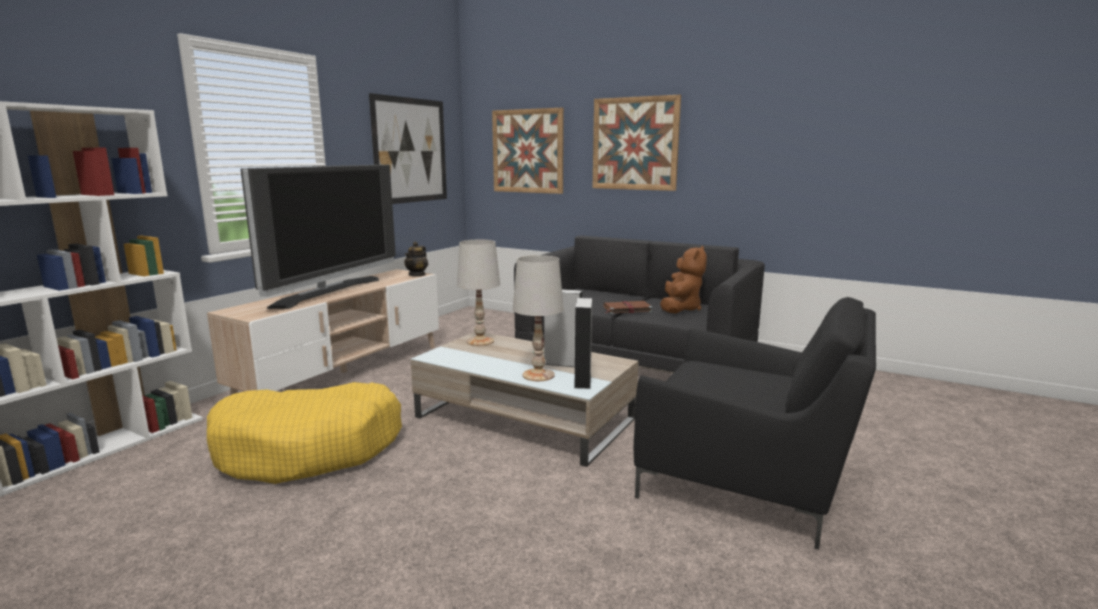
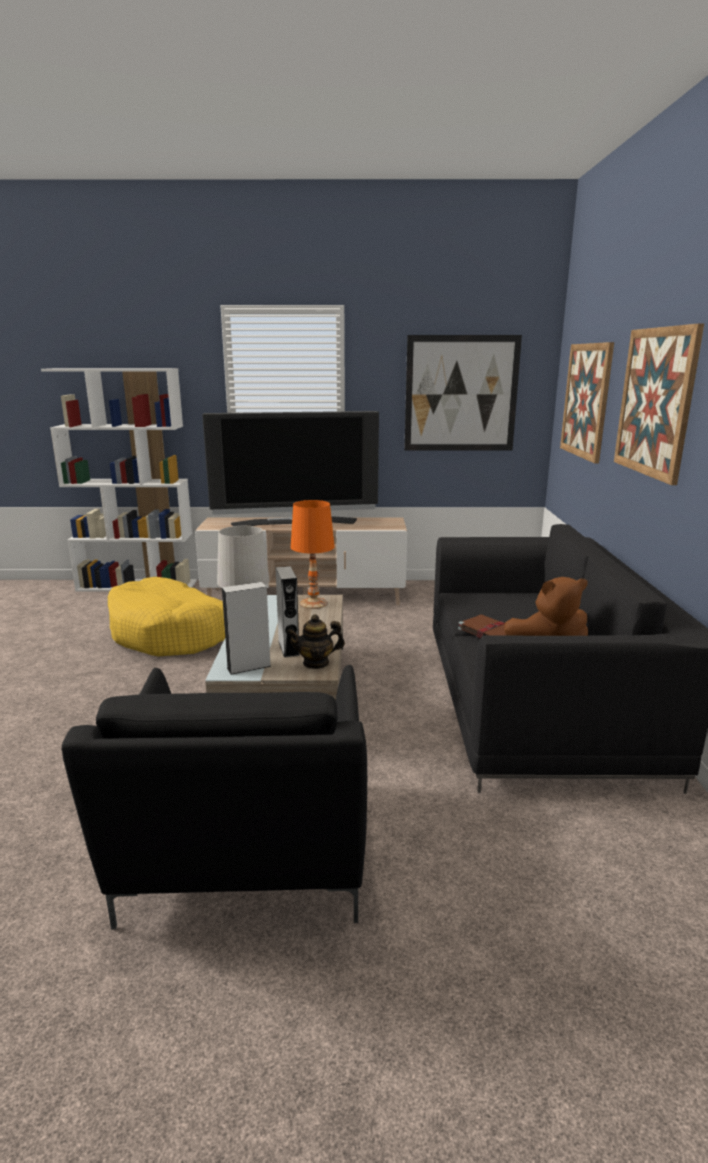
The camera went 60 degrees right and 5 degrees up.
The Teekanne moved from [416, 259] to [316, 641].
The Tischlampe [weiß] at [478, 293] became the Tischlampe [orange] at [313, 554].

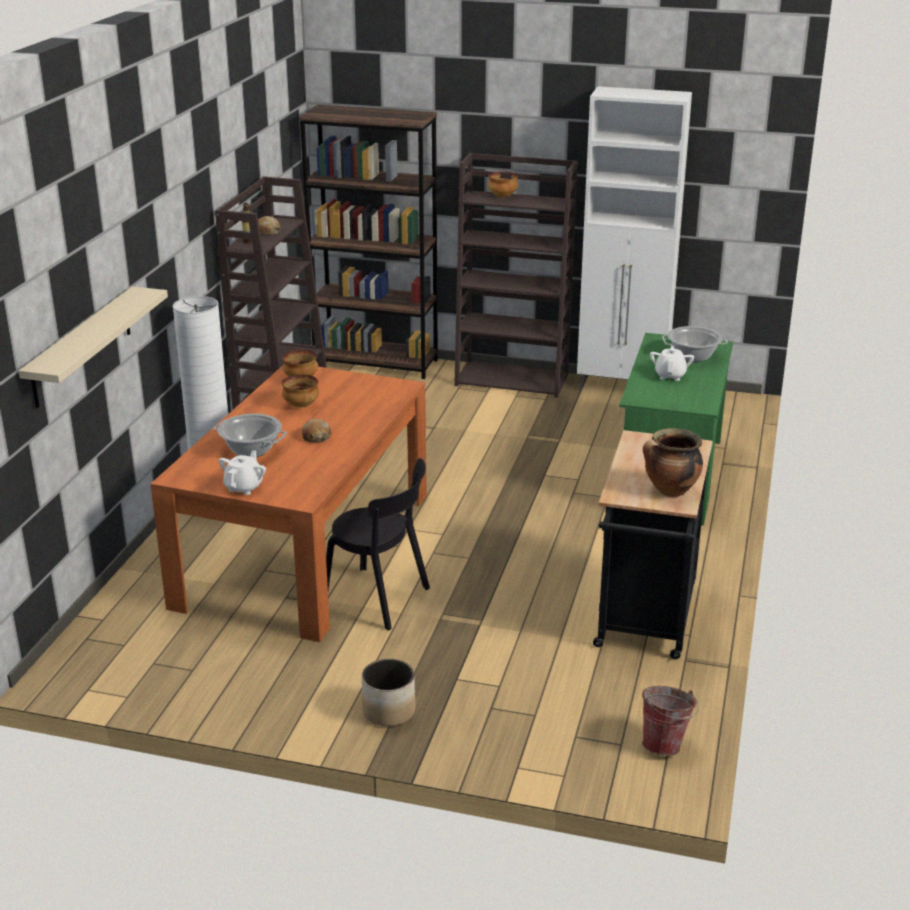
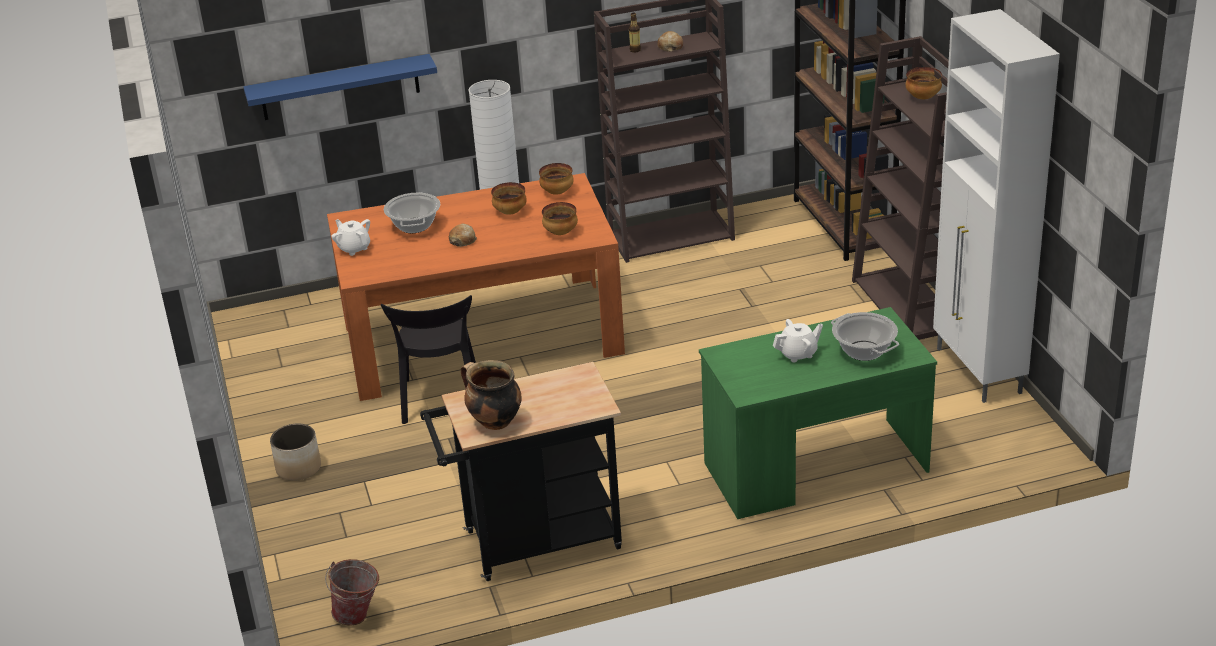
The camera went 60 degrees right and 5 degrees up.
The Wandregal [beige] at [93, 347] became the Wandregal [blau] at [340, 87].
The Teekanne [weiß] at [242, 472] turned 120 degrees counterclockwise.
The Schüssel at [560, 218] appeared.

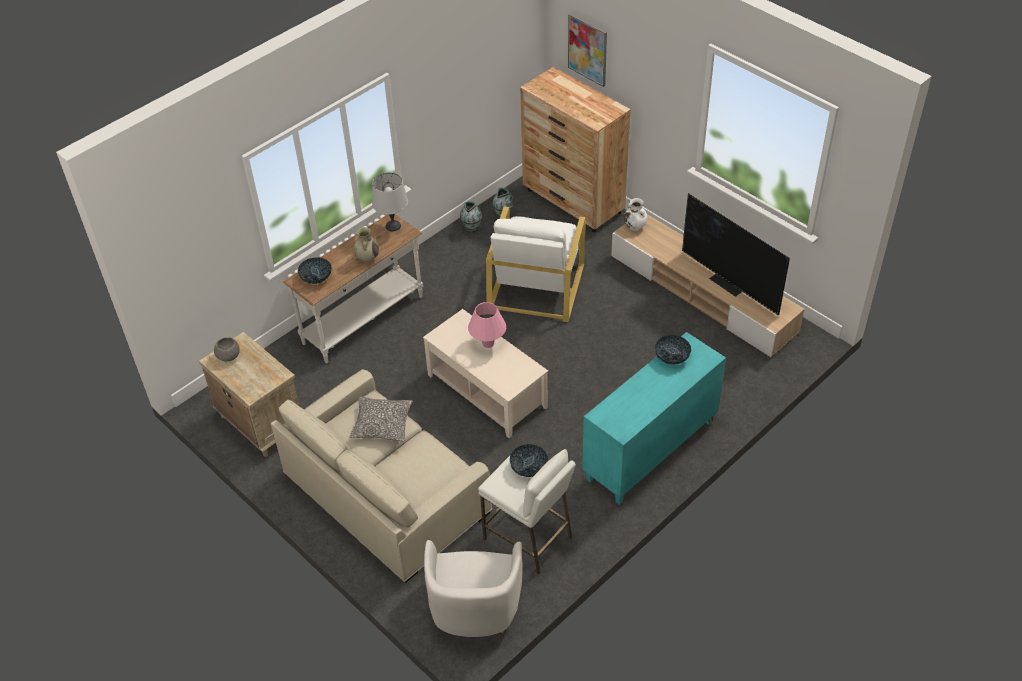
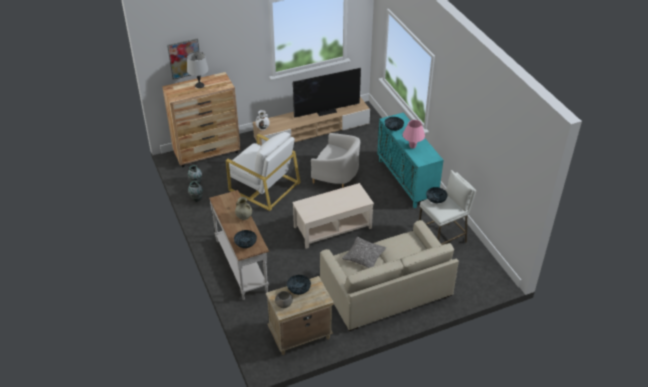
The camera went 70 degrees left and 5 degrees down.
The Tischlampe [grau] moved from [390, 201] to [198, 69].
The Sessel [weiß] moved from [473, 588] to [335, 160].
The Tischlampe [rosa] moved from [487, 325] to [414, 134].
The Schüssel at [299, 285] appeared.

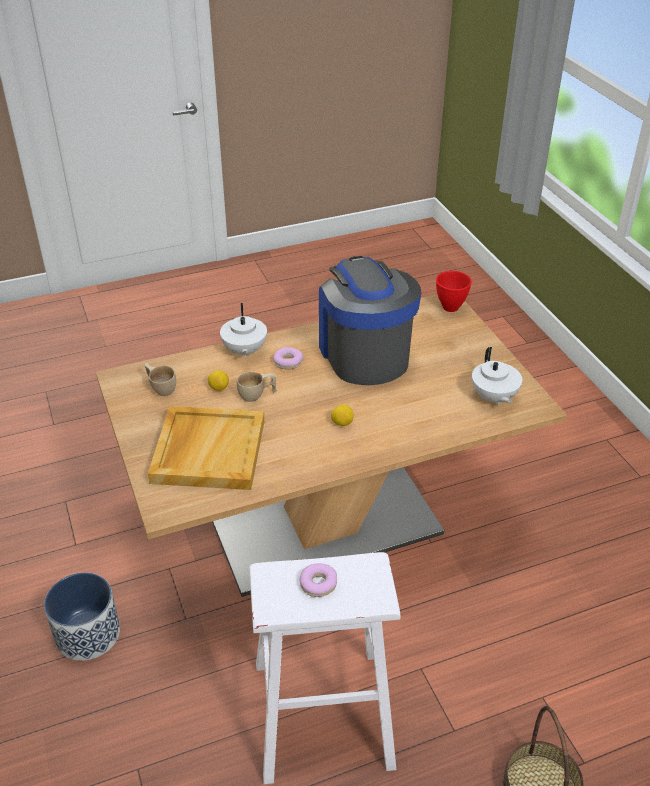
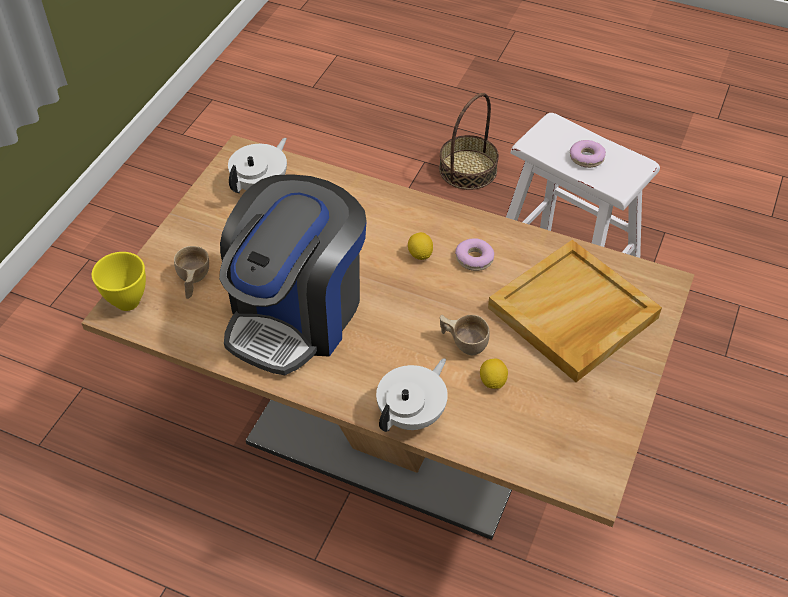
The camera went 135 degrees left and 10 degrees up.
The Pflanzkübel at [82, 616] disappeared.
The Tasse [beige] moved from [160, 379] to [191, 272].
The Donut moved from [288, 358] to [474, 254].
The Schüssel [rot] at [454, 291] became the Schüssel [gelb] at [119, 281].

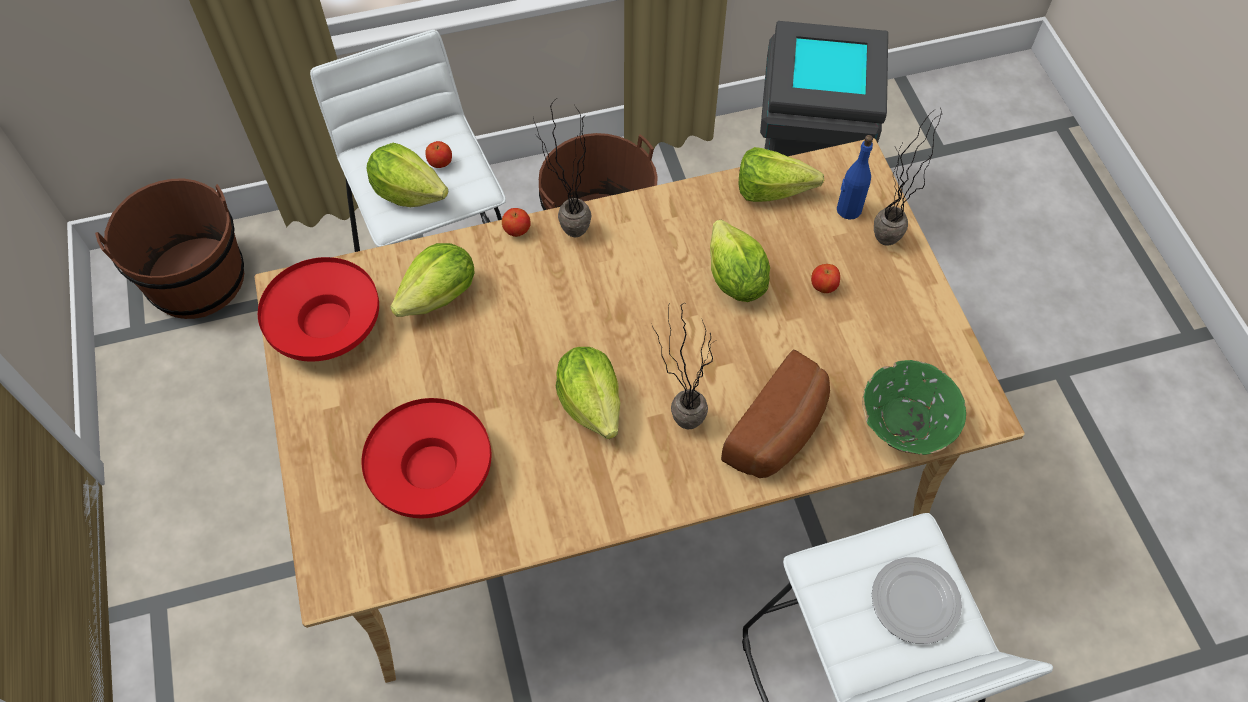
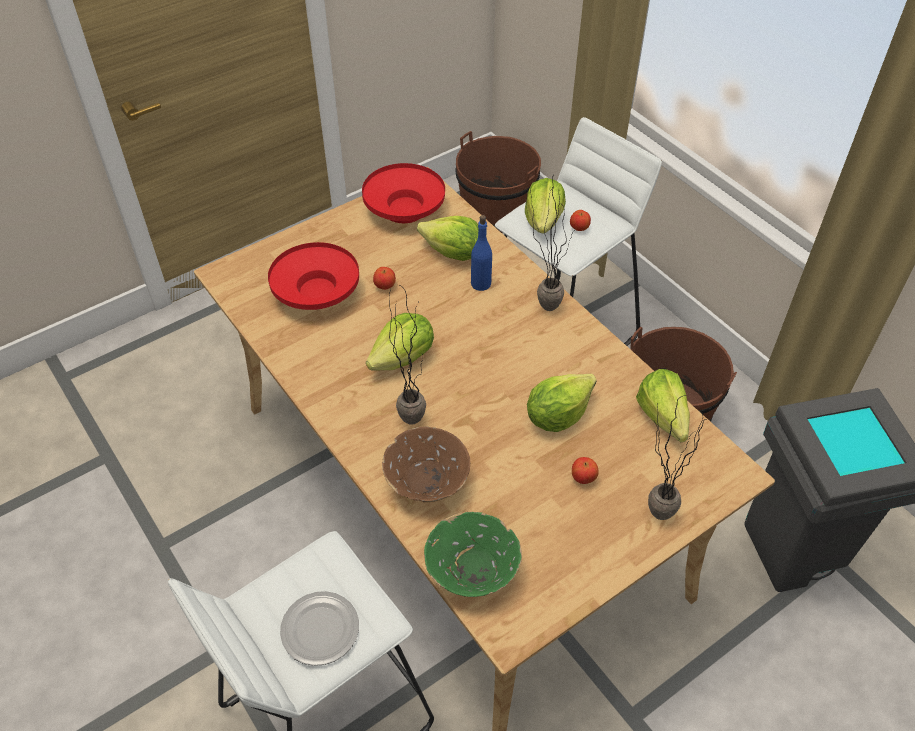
The camera went 70 degrees right and 10 degrees down.
The Apfel moved from [516, 222] to [384, 278].
The Brot at [775, 414] was replaced by the Schüssel [braun] at [426, 464].
The Flasche [blau] moved from [855, 177] to [481, 253].

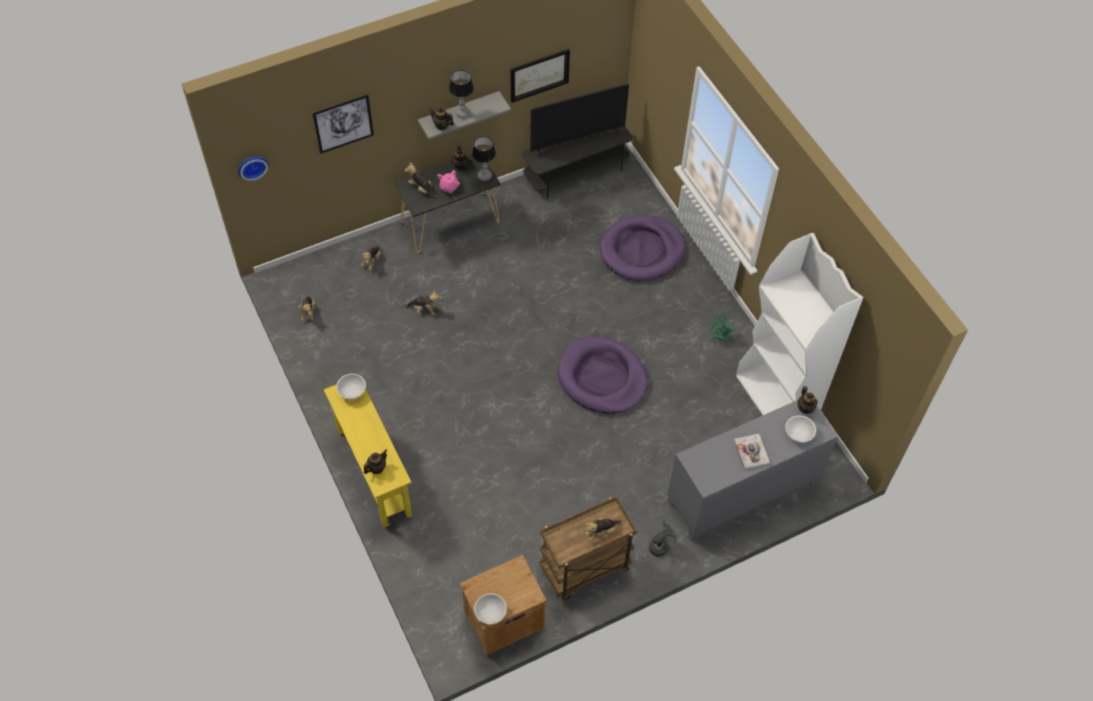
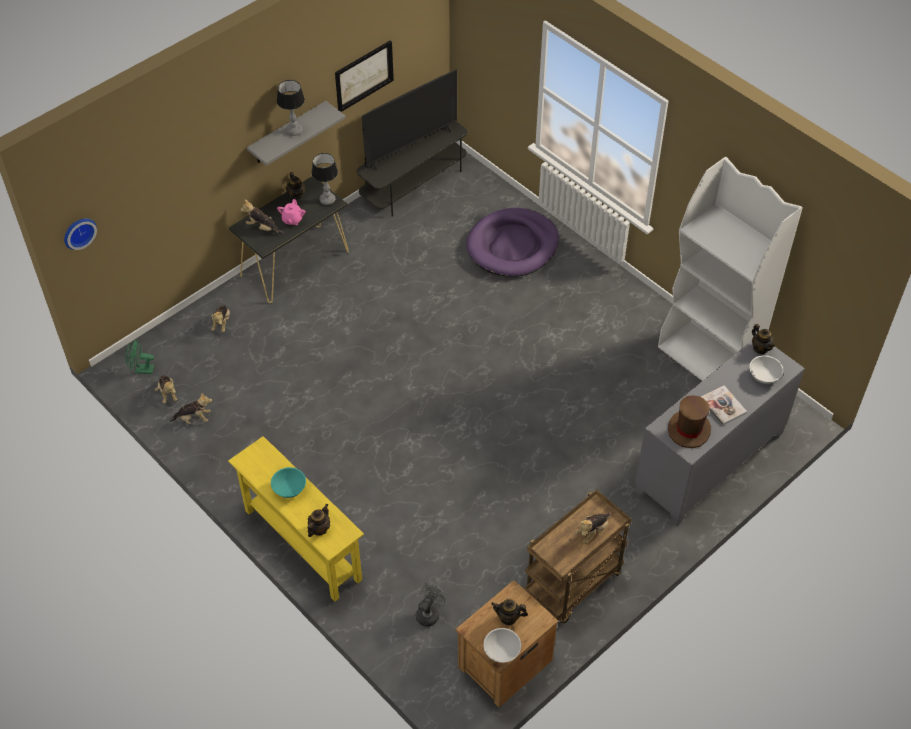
The camera went 15 degrees left and 5 degrees down.
The Bild at [343, 124] disappeared.
The Schüssel [weiß] at [351, 387] disappeared.
The Plüschtier moved from [423, 302] to [191, 408].
The Teekanne moved from [441, 118] to [509, 612].
The Hundebett [lila] at [603, 375] disappeared.
The Ventilator [grau] moved from [663, 539] to [431, 604].
The Ventilator [grün] moved from [722, 326] to [139, 357].
The Schüssel [türkis] at [288, 482] appeared.
The Hut [braun] at [689, 421] appeared.

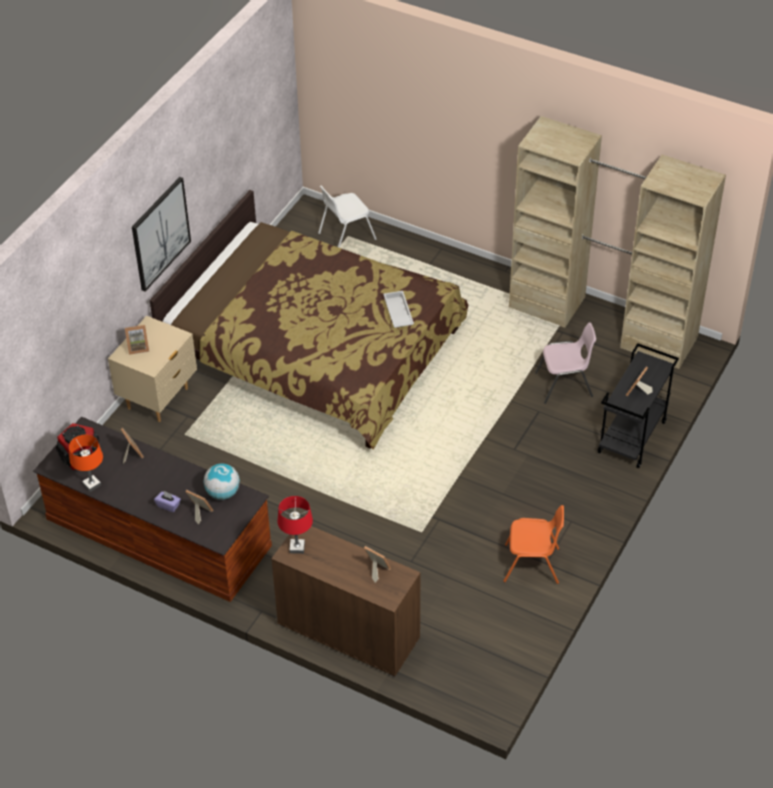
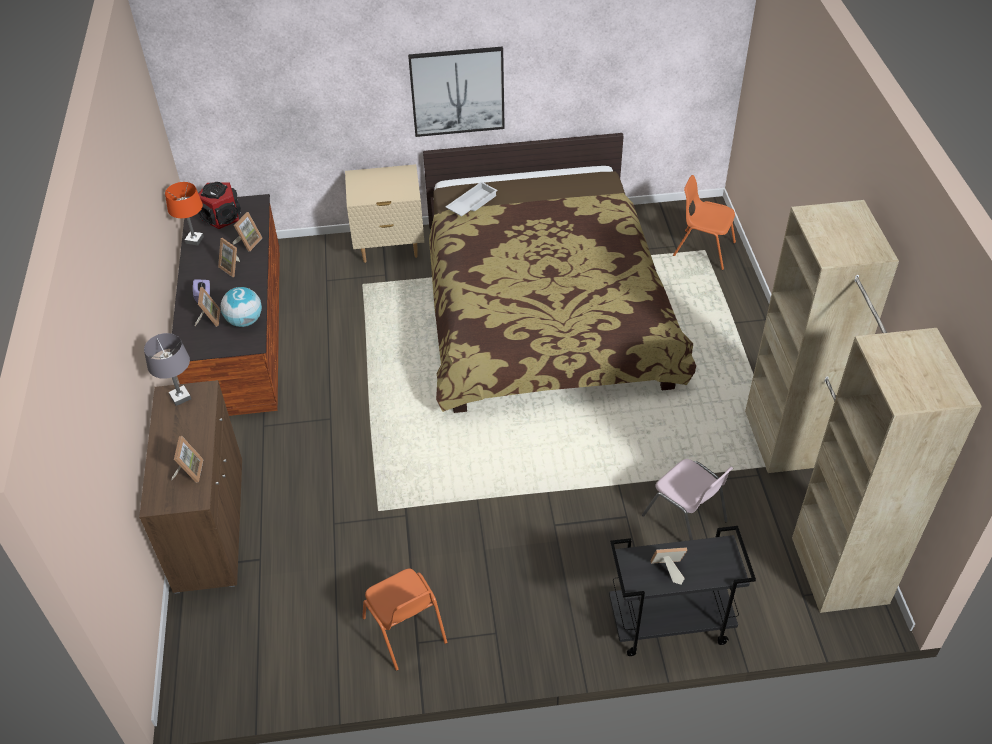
The camera went 55 degrees right and 0 degrees up.
The Bilderrahmen moved from [137, 340] to [229, 257].
The Tischlampe [rot] at [295, 525] became the Tischlampe [grau] at [167, 369].
The Stuhl [weiß] at [347, 217] became the Stuhl [orange] at [704, 222].
The Tablett [weiß] moved from [398, 309] to [472, 199].

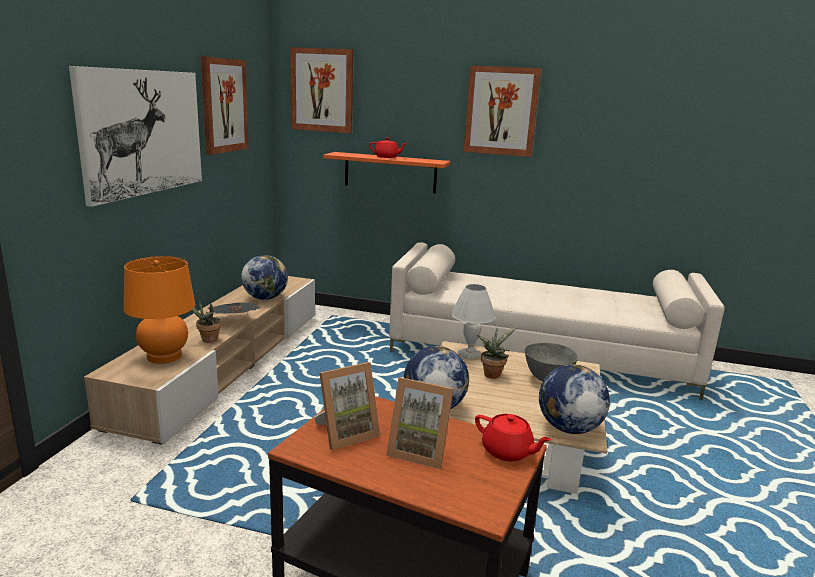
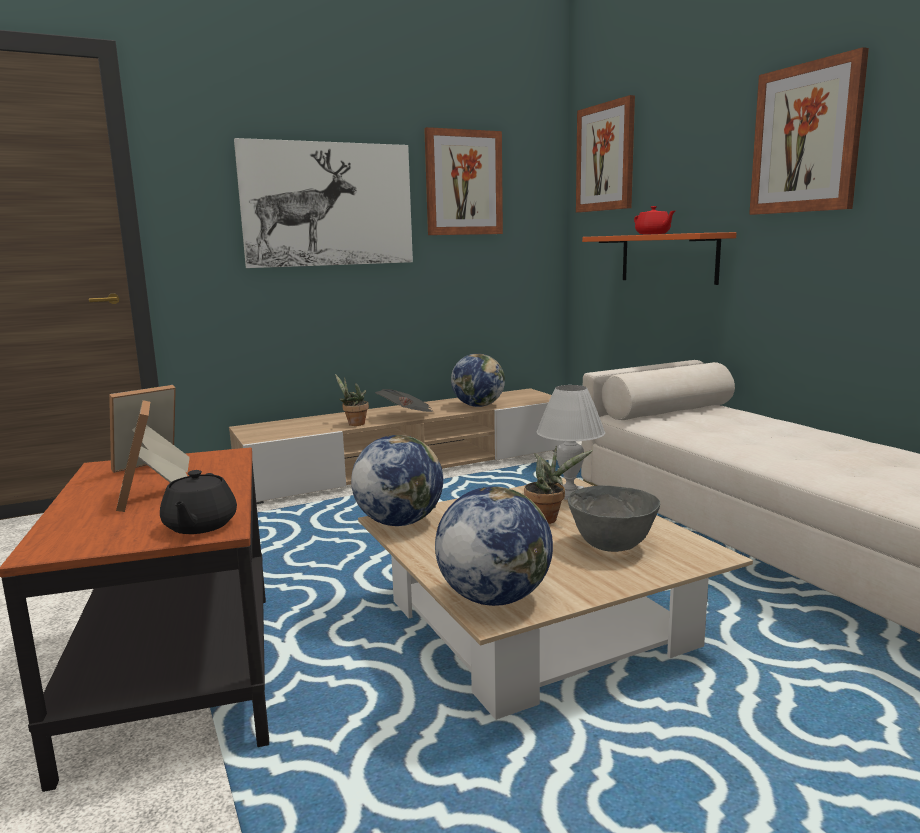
The camera went 50 degrees right and 5 degrees down.
The Tischlampe [orange] at [159, 310] disappeared.
The Bilderrahmen at [347, 406] turned 120 degrees clockwise.
The Teekanne [rot] at [513, 438] became the Teekanne [schwarz] at [198, 502].

